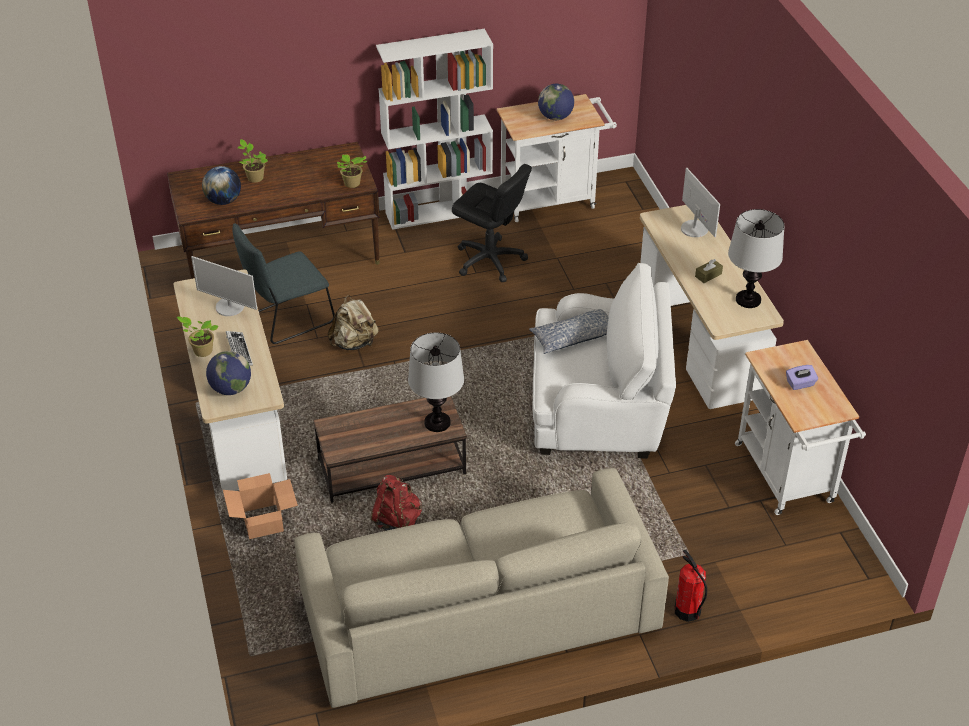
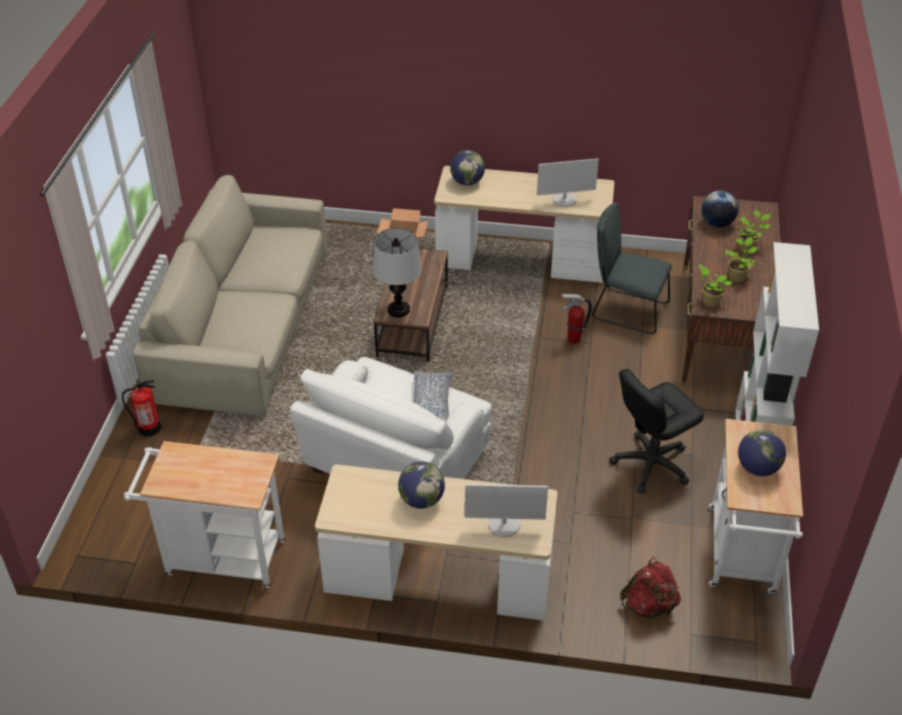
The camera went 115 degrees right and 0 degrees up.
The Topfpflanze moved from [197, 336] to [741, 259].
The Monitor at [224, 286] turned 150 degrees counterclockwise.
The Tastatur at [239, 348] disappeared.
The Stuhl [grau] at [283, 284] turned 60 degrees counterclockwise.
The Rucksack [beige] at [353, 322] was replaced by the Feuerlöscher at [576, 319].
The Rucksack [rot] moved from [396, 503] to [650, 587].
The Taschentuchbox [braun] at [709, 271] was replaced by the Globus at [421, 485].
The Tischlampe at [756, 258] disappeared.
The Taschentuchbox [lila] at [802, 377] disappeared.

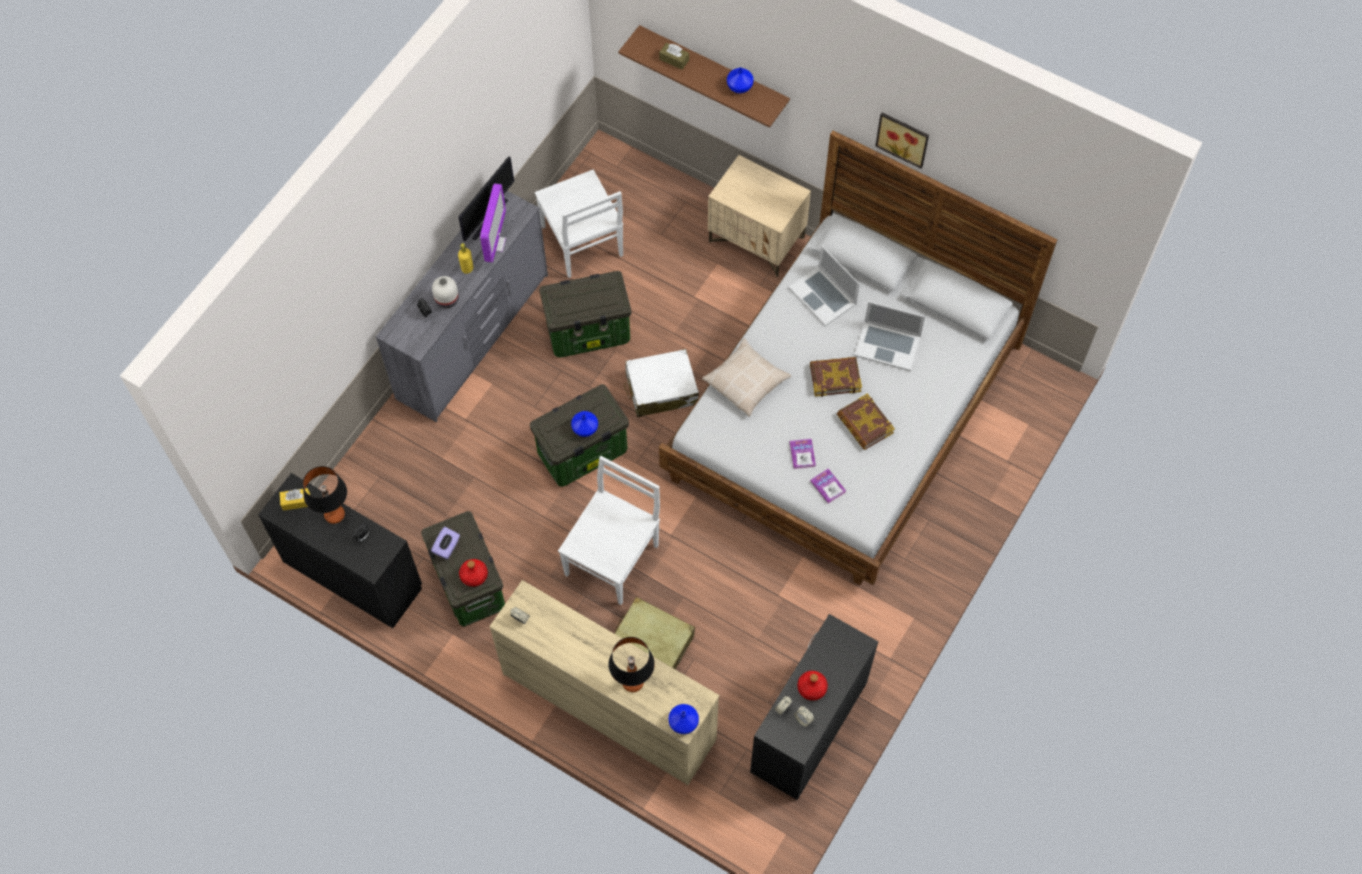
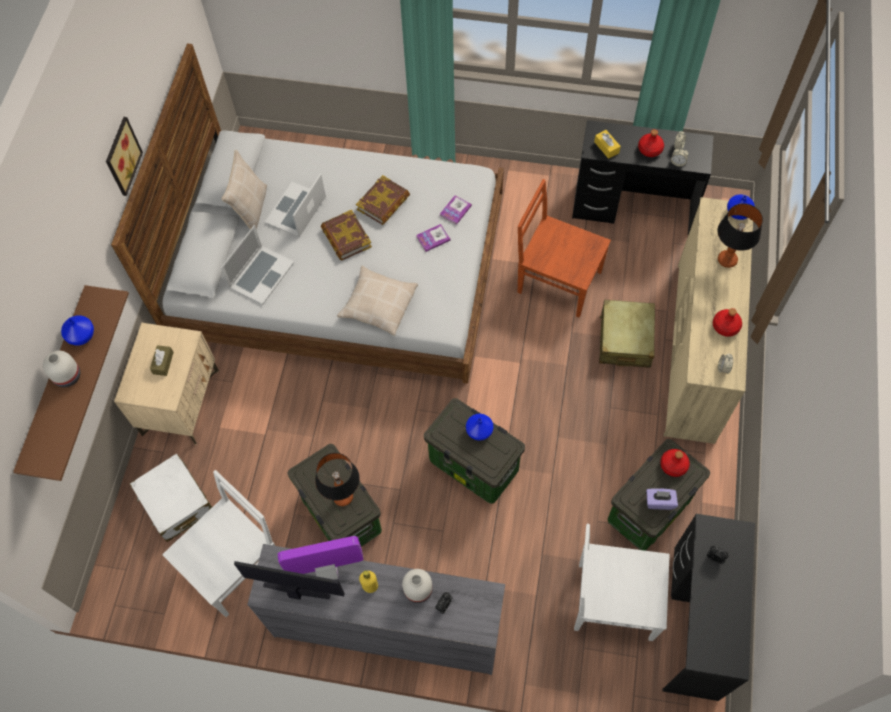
The camera went 110 degrees left and 0 degrees up.
The Taschentuchbox [gelb] moved from [295, 499] to [607, 144].
The Tischlampe moved from [325, 495] to [337, 479].
The Stuhl [weiß] moved from [609, 530] to [622, 582].
The Koffer [weiß] moved from [661, 383] to [171, 497].
The Taschentuchbox [braun] moved from [674, 56] to [162, 360].
The Laptop at [889, 336] turned 150 degrees counterclockwise.
The Vase [weiß] at [61, 369] appeared.
The Kissen [beige] at [244, 190] appeared.
The Stuhl [braun] at [564, 248] appeared.
The Flasche [rot] at [727, 322] appeared.

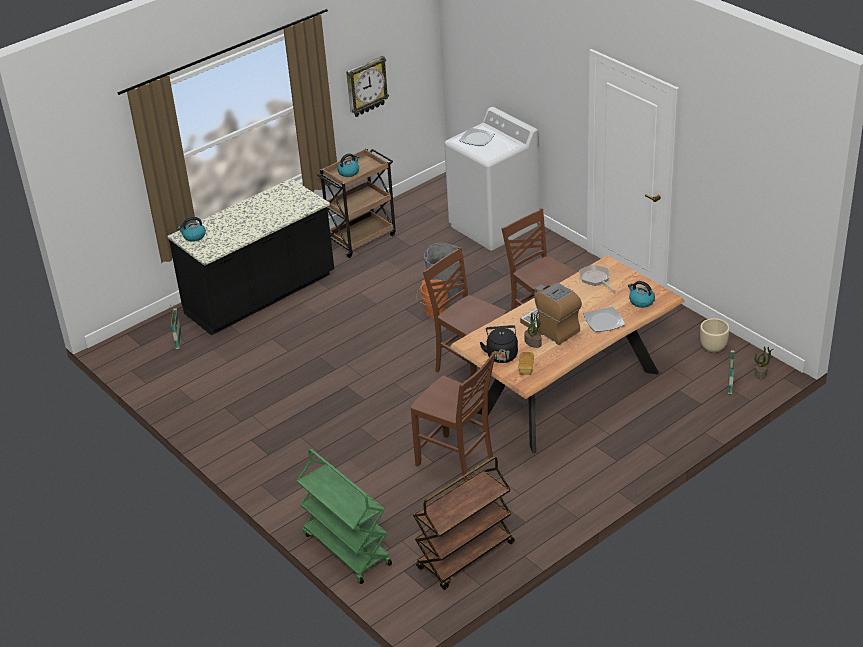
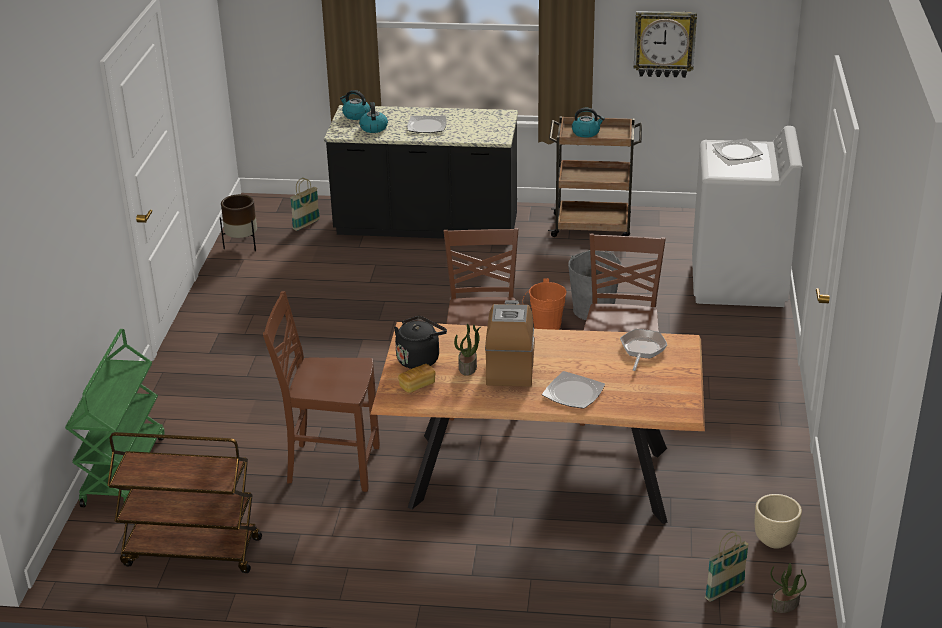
The camera went 45 degrees right and 5 degrees down.
The Stuhl [braun] at [452, 417] turned 105 degrees clockwise.
The Wasserkessel moved from [641, 294] to [373, 117].
The Pflanzkübel [braun] at [238, 222] appeared.
The Teller at [427, 124] appeared.

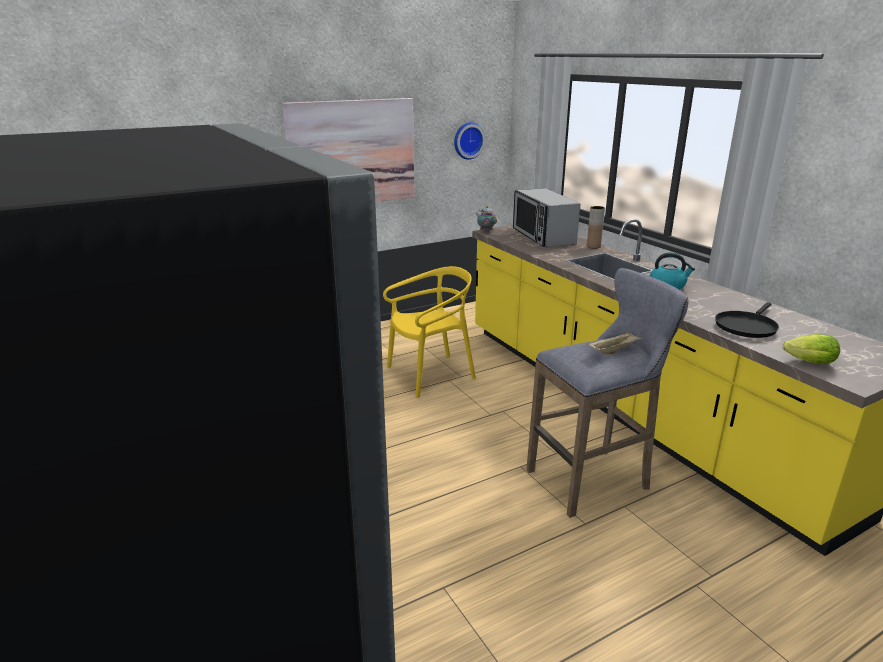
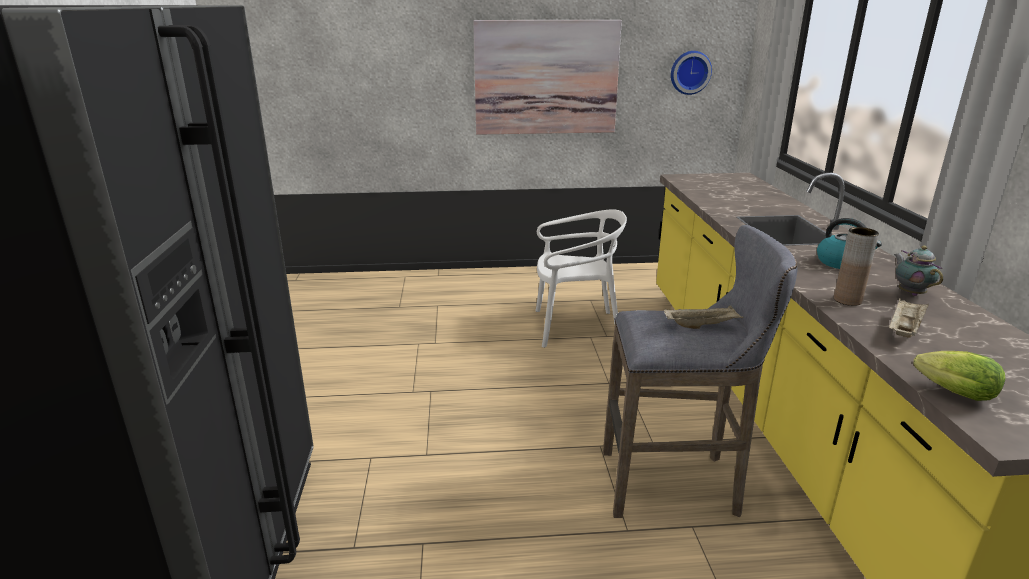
The camera went 25 degrees right and 0 degrees up.
The Stuhl [gelb] at [429, 332] became the Stuhl [weiß] at [581, 278].
The Teekanne moved from [486, 219] to [918, 271].
The Mikrowelle at [546, 217] disappeared.
The Vase [braun] moved from [596, 227] to [856, 266].
The Pfanne [schwarz] at [747, 320] was replaced by the Tablett [beige] at [909, 318].

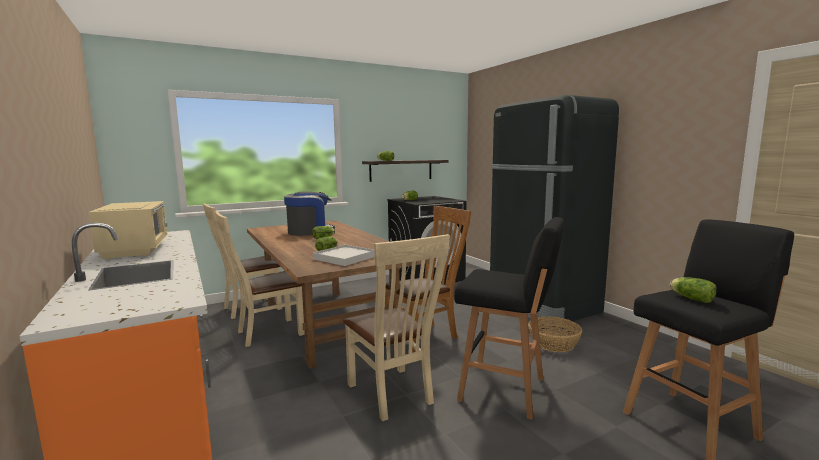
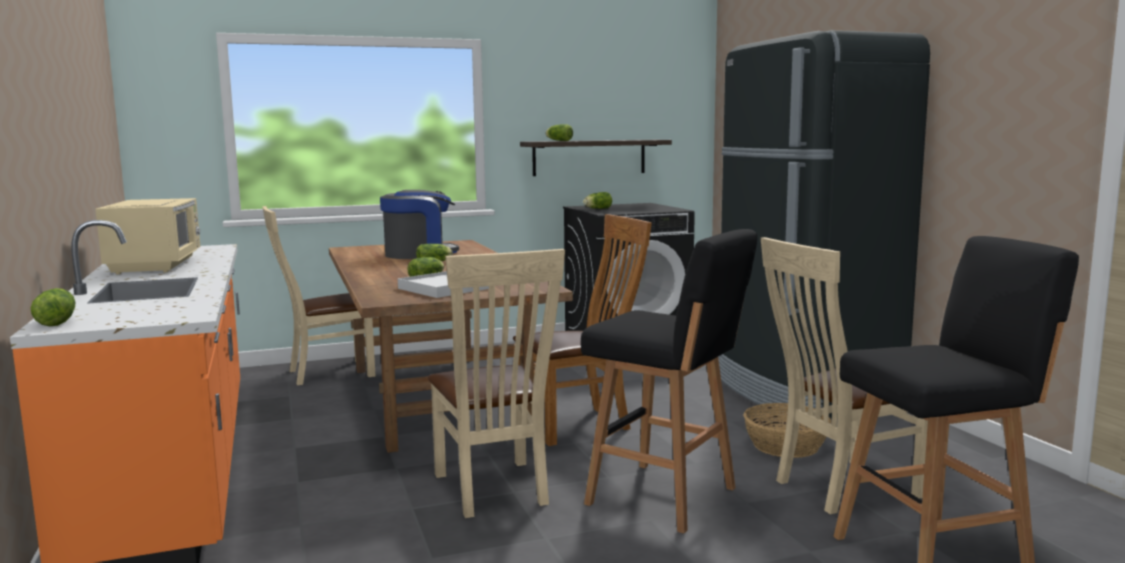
The camera went 10 degrees right and 0 degrees up.
The Stuhl [beige] moved from [260, 279] to [844, 375].
The Salatkopf moved from [693, 290] to [53, 307].

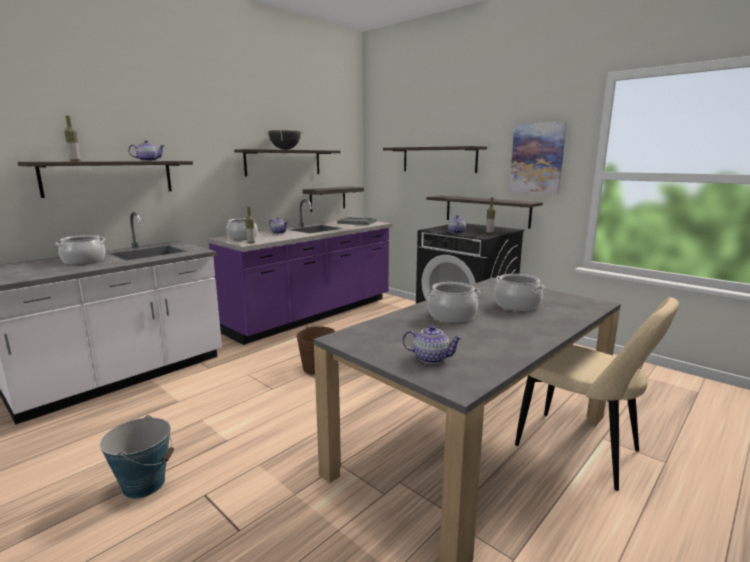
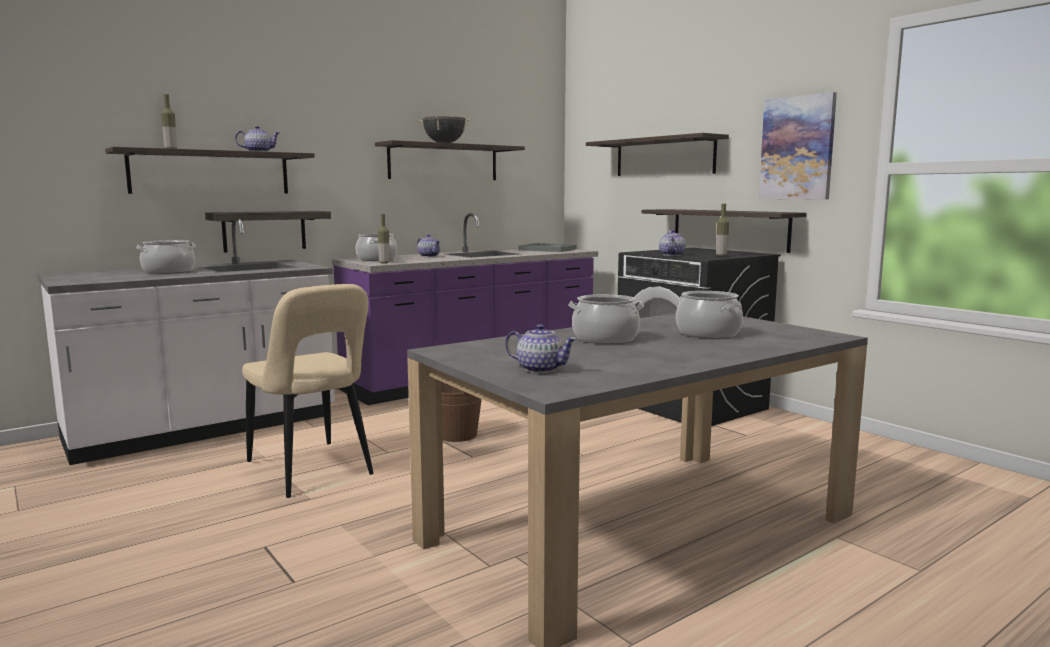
The camera went 10 degrees right and 5 degrees down.
The Eimer at [137, 457] disappeared.
The Wandregal moved from [333, 199] to [268, 231].
The Stuhl [beige] moved from [597, 394] to [308, 391].

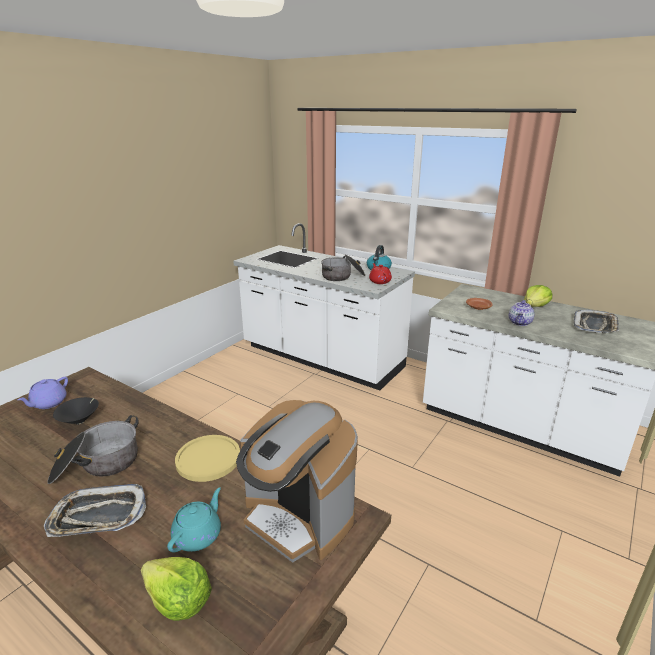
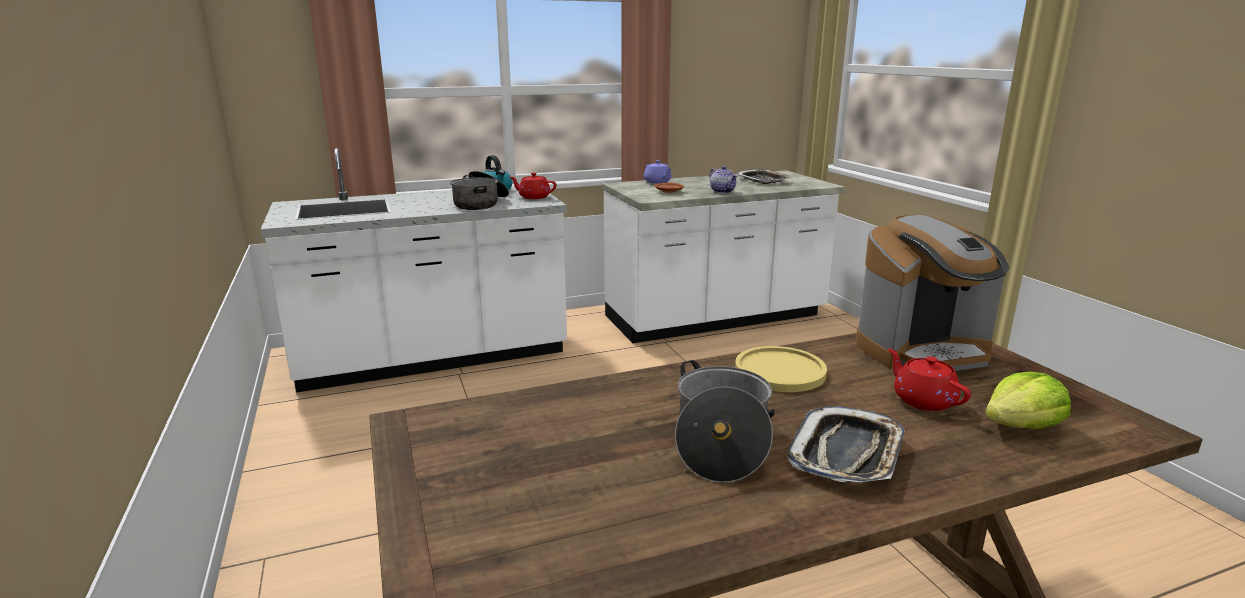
The camera went 55 degrees left and 5 degrees down.
The Teekanne [lila] moved from [43, 393] to [658, 172].
The Schüssel [schwarz] at [76, 410] disappeared.
The Teekanne [türkis] at [194, 519] became the Teekanne [rot] at [929, 379].
The Salatkopf at [538, 296] disappeared.

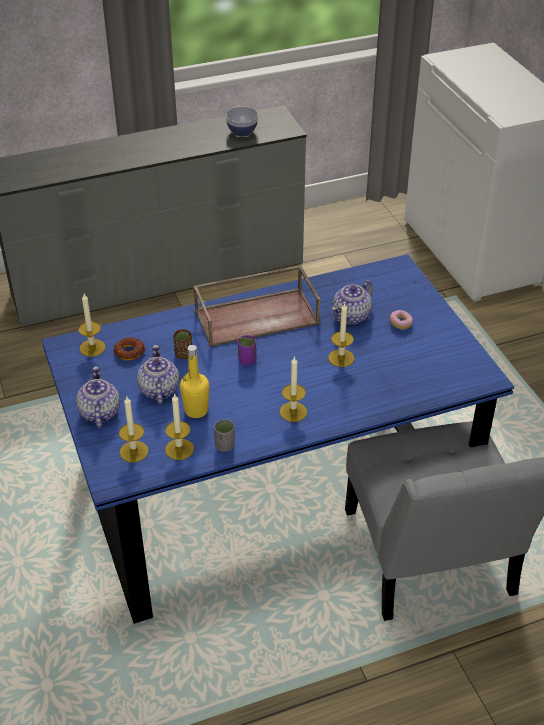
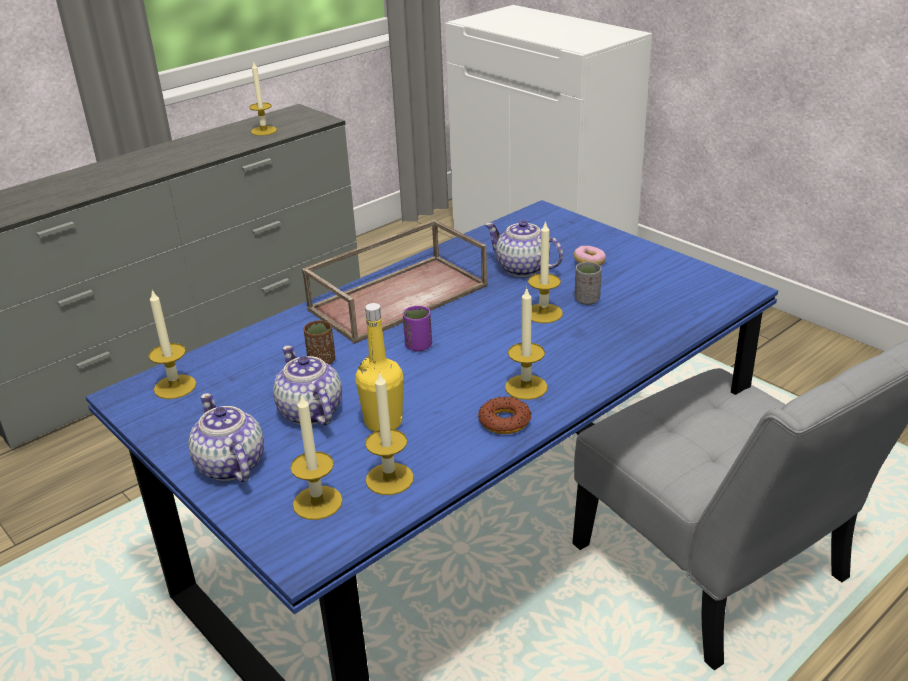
The camera went 20 degrees left and 10 degrees down.
The Donut moved from [129, 348] to [505, 415].
The Tasse [grau] moved from [224, 435] to [588, 283].
The Schüssel at [242, 121] was replaced by the Kerze at [263, 99].
The Teekanne at [352, 302] turned 105 degrees clockwise.

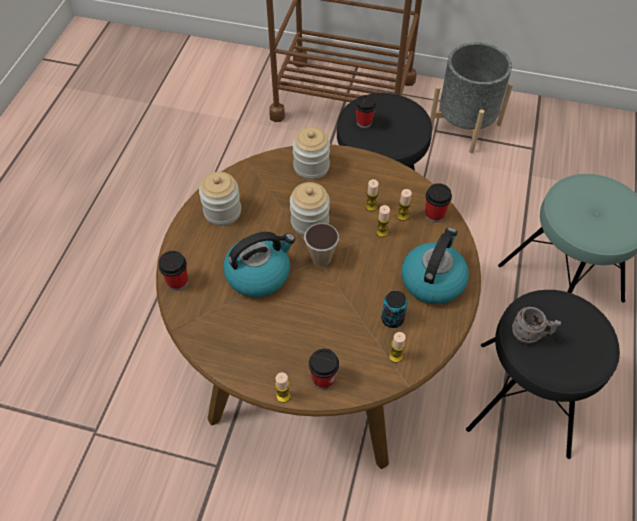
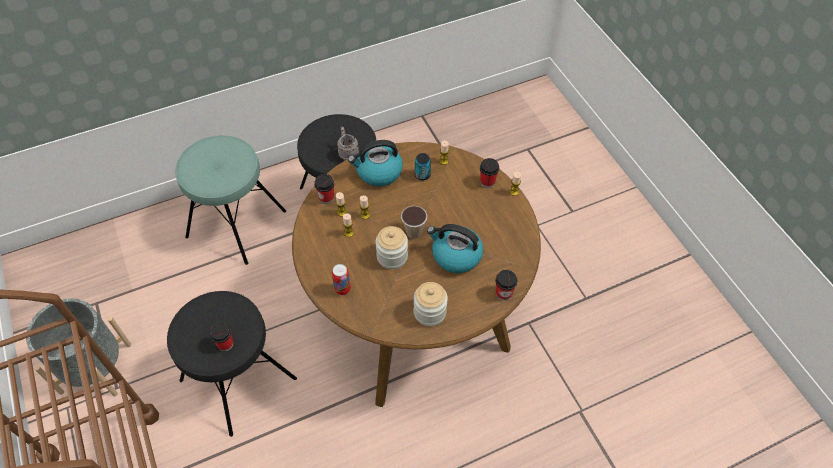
The camera went 130 degrees left and 0 degrees up.
The Vorratsglas at [311, 153] was replaced by the Dose at [341, 279].

